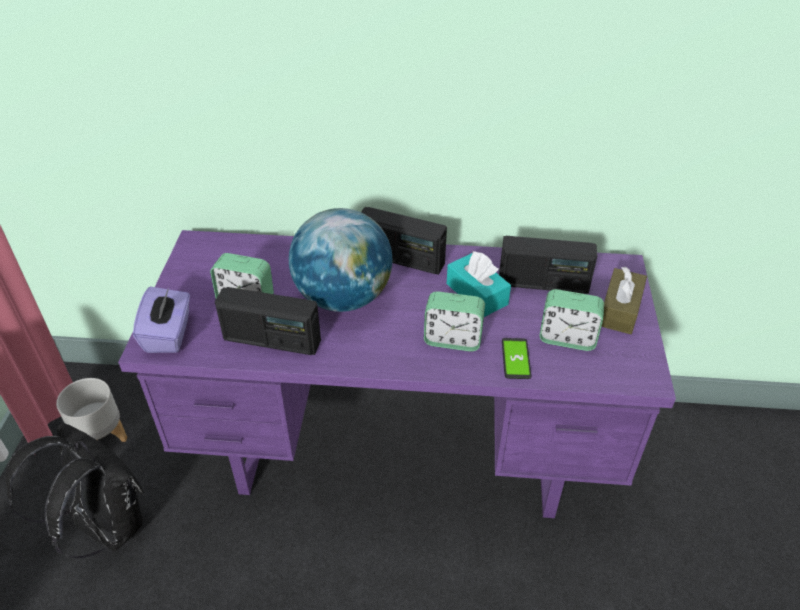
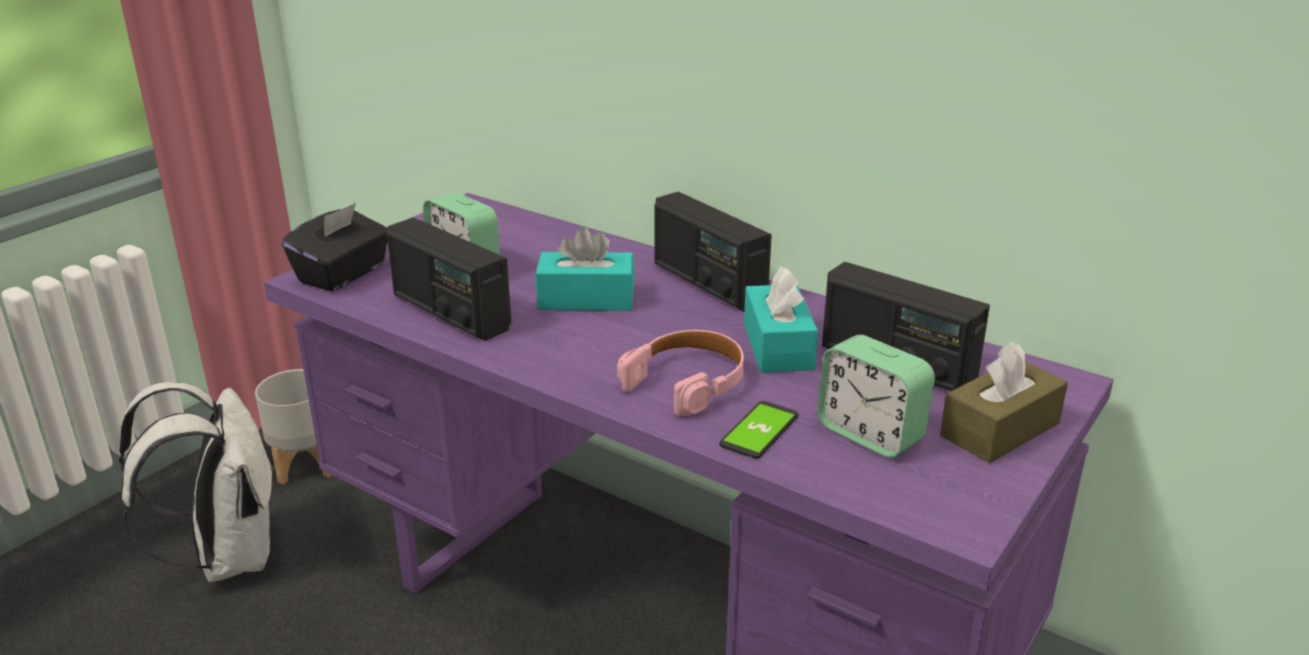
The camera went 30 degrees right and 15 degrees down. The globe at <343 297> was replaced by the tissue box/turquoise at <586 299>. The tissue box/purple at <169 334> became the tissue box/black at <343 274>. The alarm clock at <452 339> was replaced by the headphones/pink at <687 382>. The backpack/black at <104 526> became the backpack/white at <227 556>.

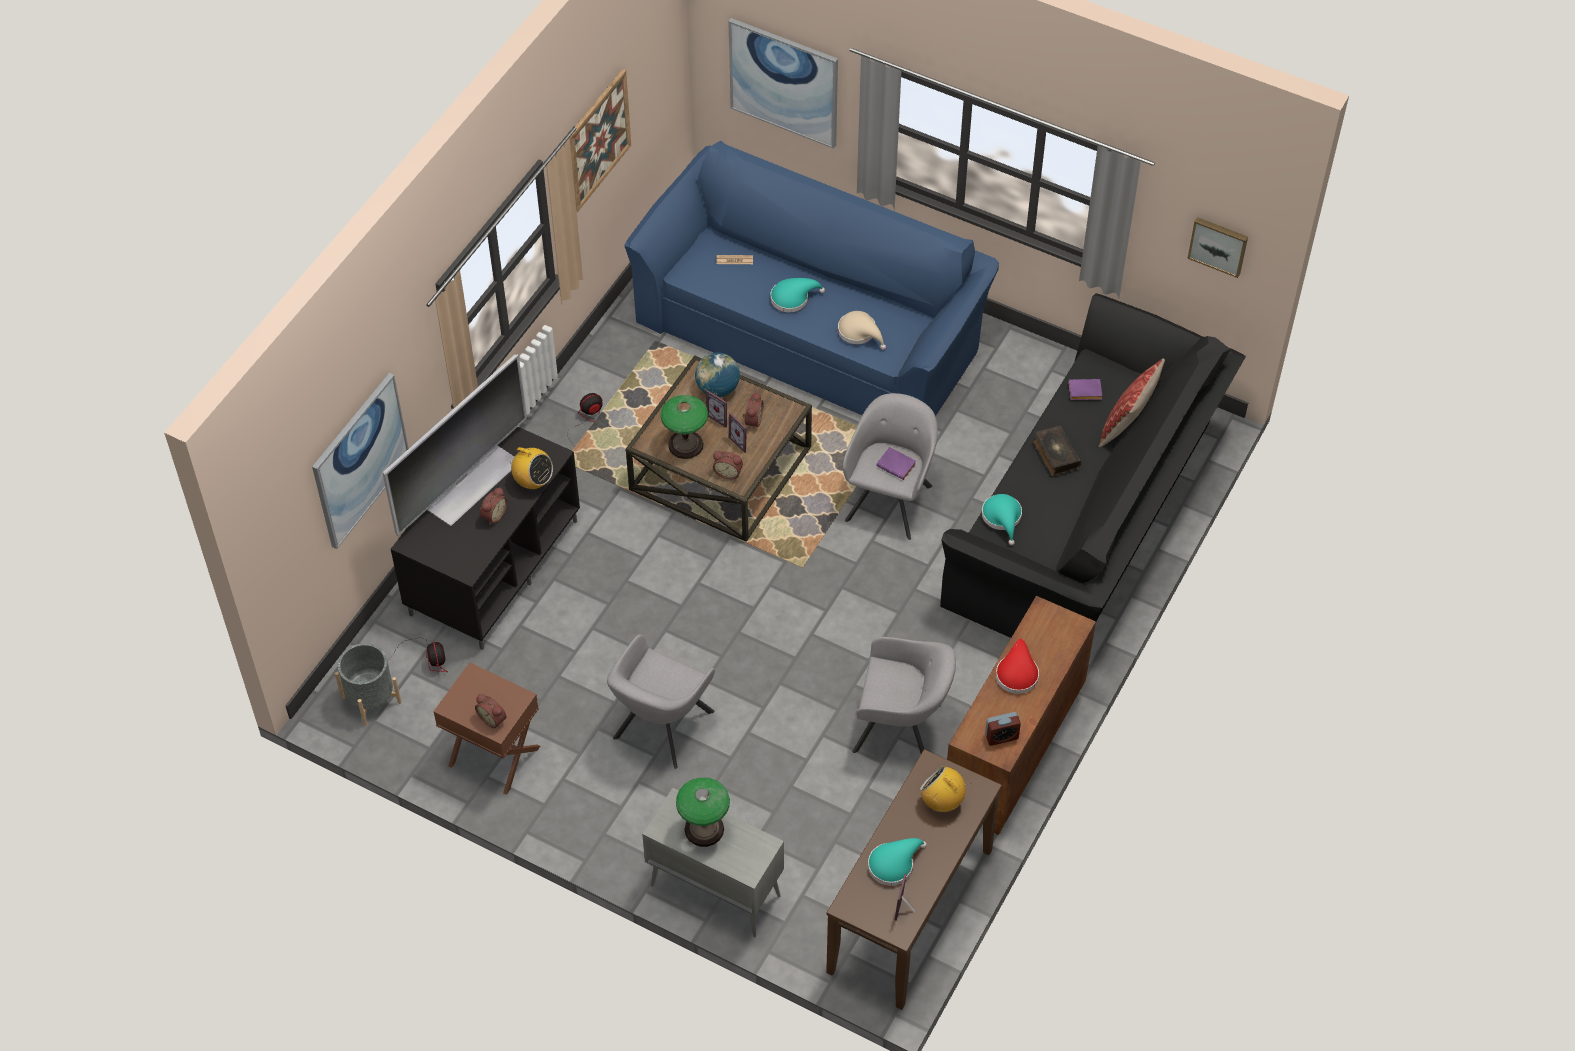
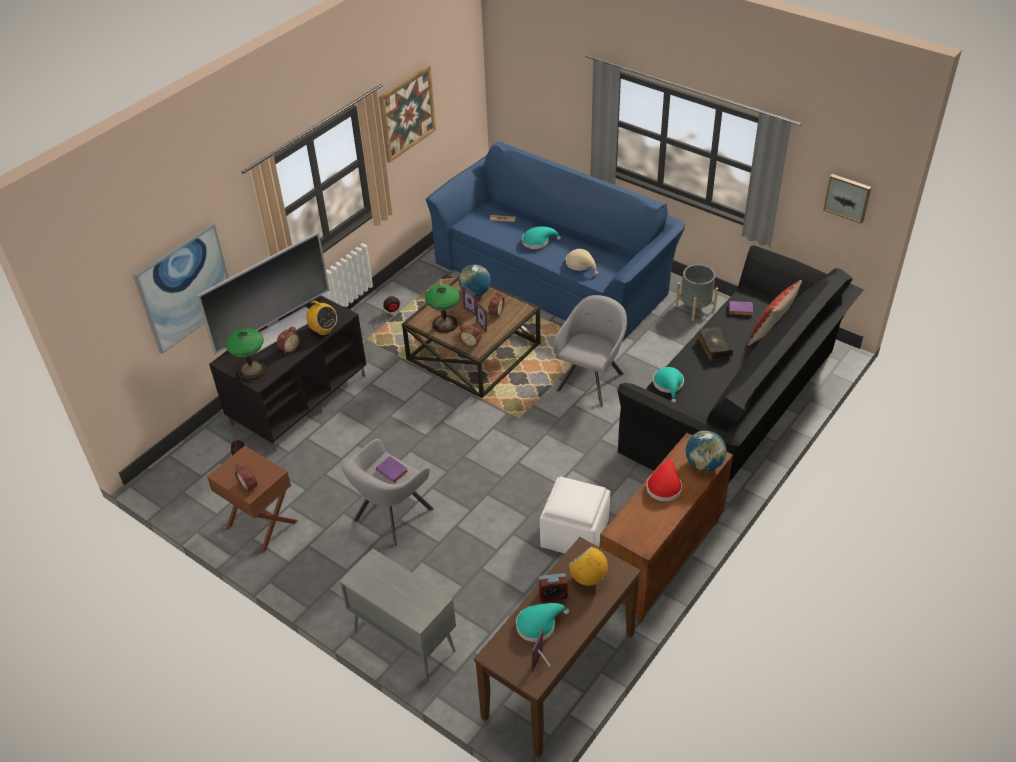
The camera went 10 degrees right and 10 degrees down. The picture at <784 82> disappeared. The book/purple moved from <897 465> to <393 471>. The armchair/grey at <902 729> was replaced by the ottoman/white at <575 535>. The planter/grey moved from <371 699> to <695 308>. The alarm clock moved from <1001 737> to <553 595>. The table lamp moved from <703 829> to <251 370>. The globe at <704 464> appeared.

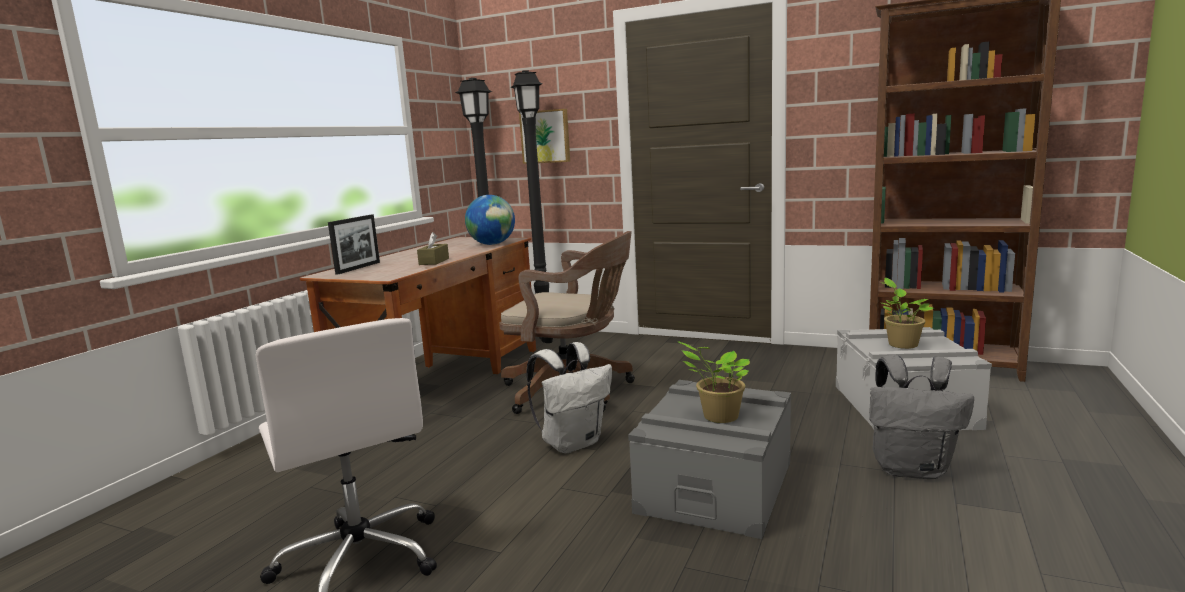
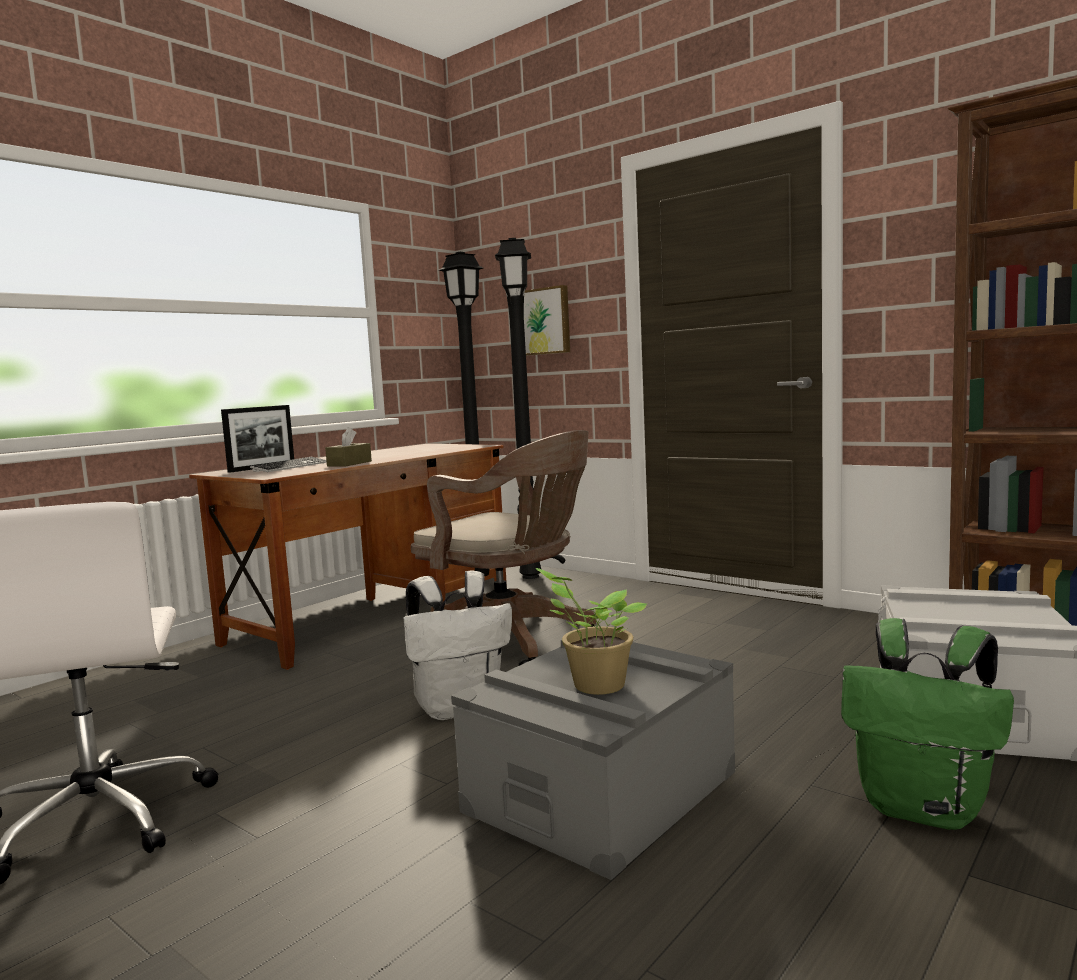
The camera went 15 degrees right and 5 degrees down. The globe at <492 244> disappeared. The potted plant at <901 344> disappeared. The backpack/grey at <912 469> became the backpack/green at <925 809>. The keyboard at <290 467> appeared.

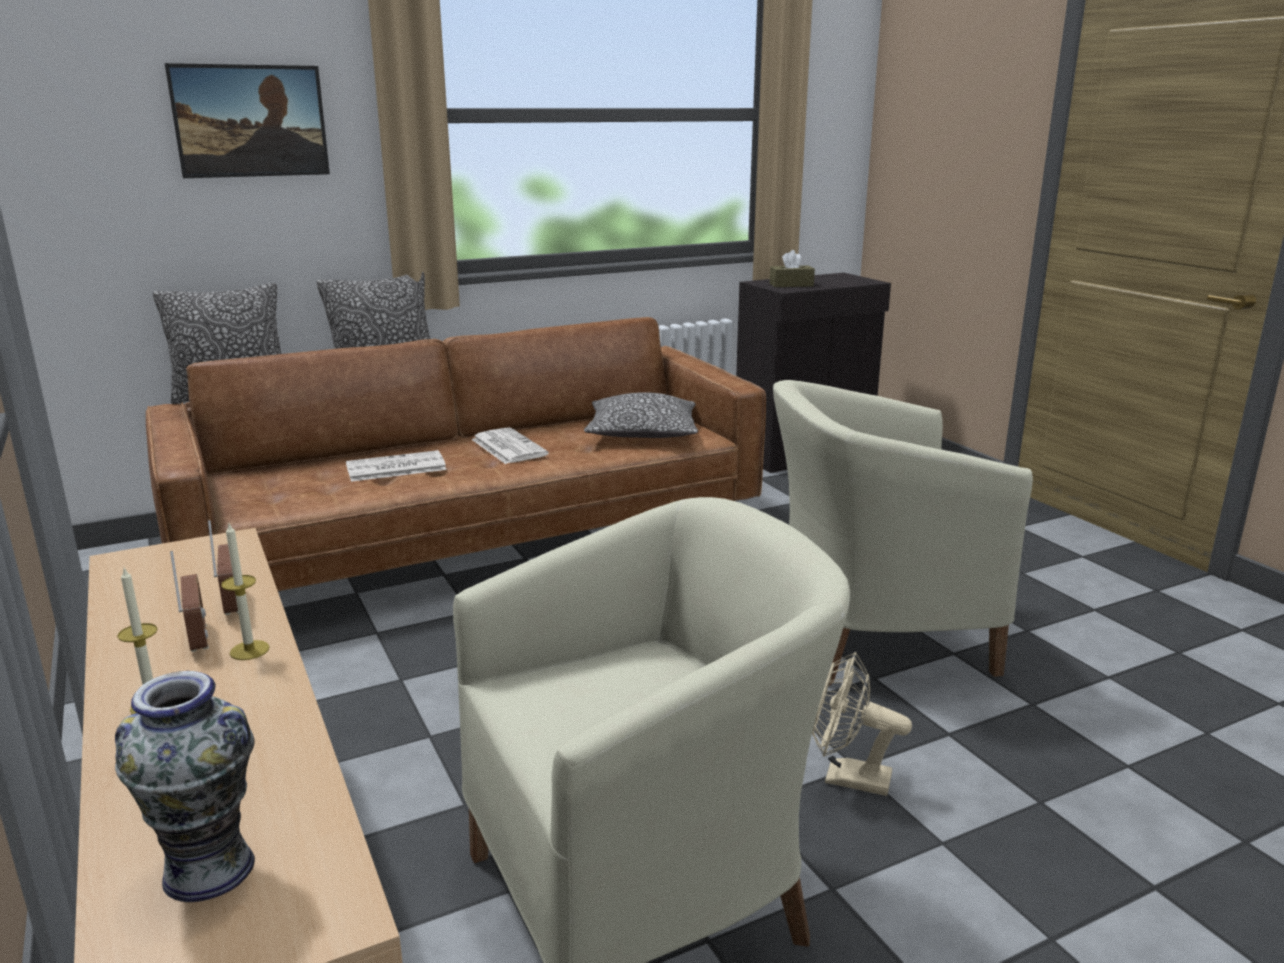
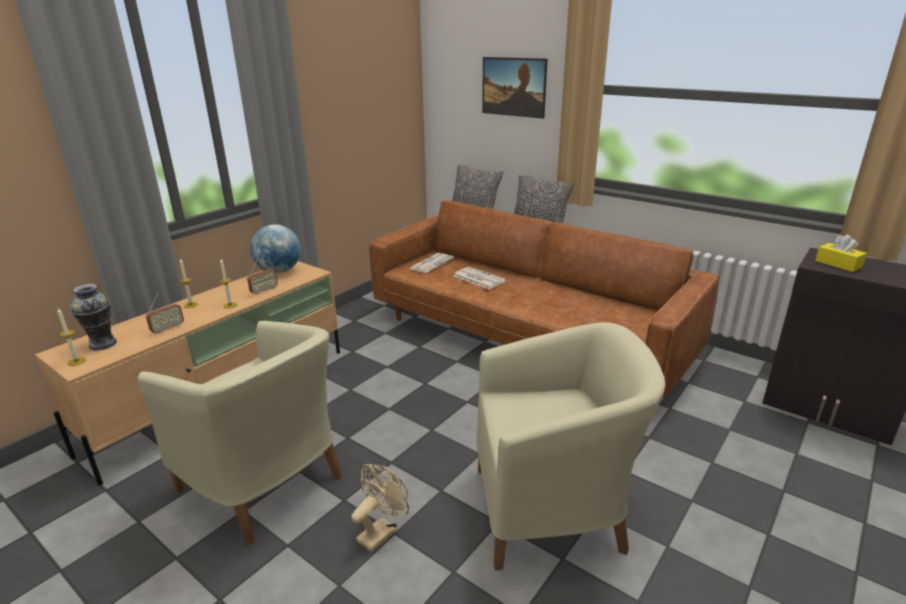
The camera went 65 degrees right and 5 degrees up. The tissue box/brown at <791 285> became the tissue box/yellow at <838 264>. The armchair/beige at <871 635> turned 120 degrees clockwise. The pillow at <642 433> disappeared. The newspaper moved from <507 447> to <431 263>. The radio moved from <197 638> to <168 329>. The fan/beige at <846 778> turned 45 degrees clockwise. The globe at <279 271> appeared. The candle at <76 361> appeared.

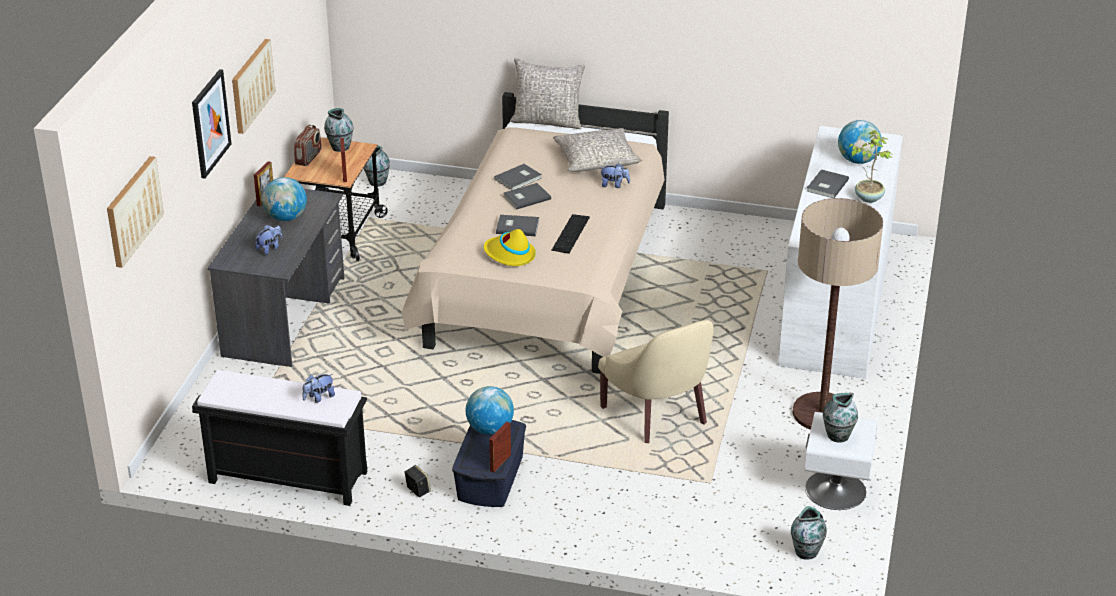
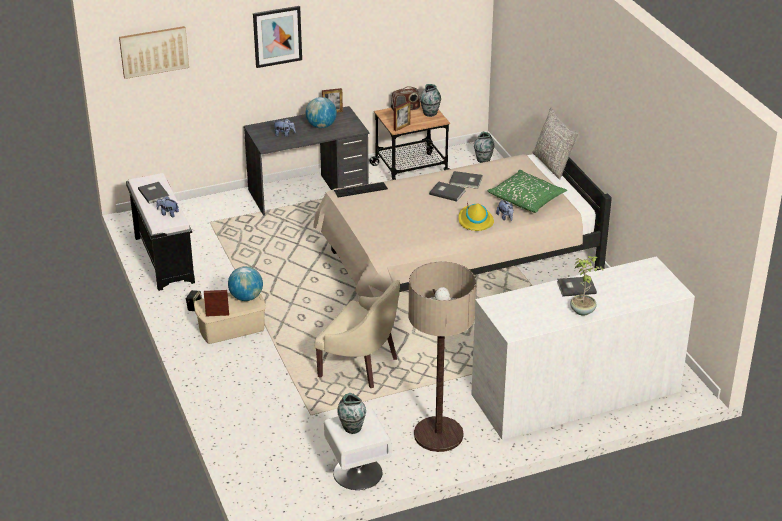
The camera went 55 degrees right and 0 degrees up. The picture at <251 85> disappeared. The globe at <858 160> disappeared. The pillow/grey at <596 160> became the pillow/green at <527 199>. The keyboard moved from <570 233> to <360 189>. The book/grey moved from <517 226> to <154 193>. The hat/yellow moved from <509 255> to <475 221>. The armchair/beige at <659 415> turned 90 degrees counterclockwise. The storage box/blue at <489 478> became the storage box/beige at <231 327>. The vase at <806 552> disappeared.

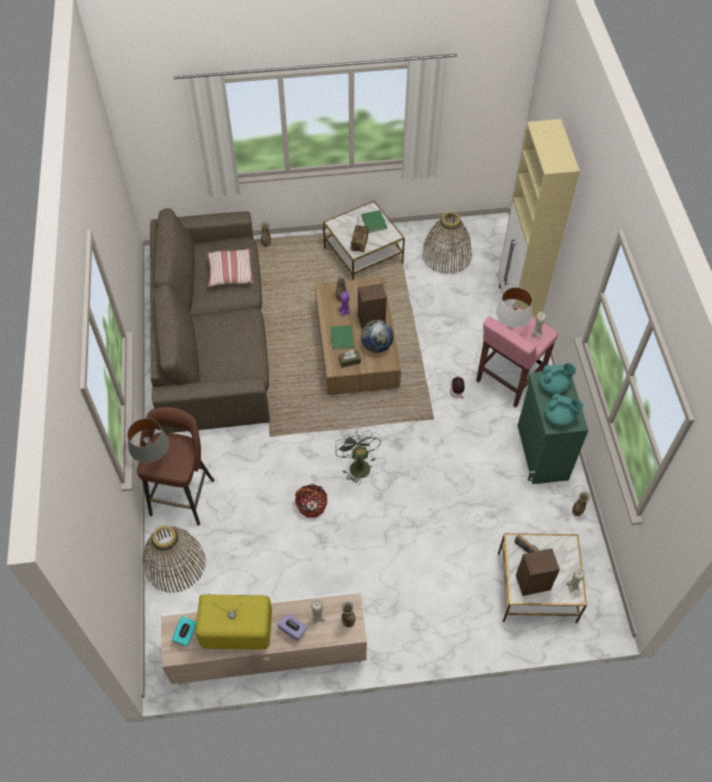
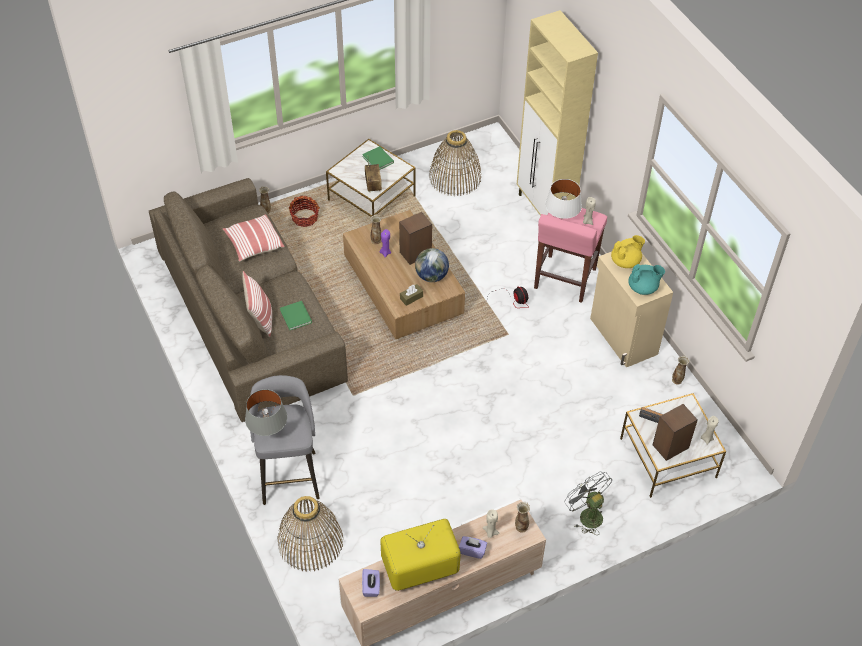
The camera went 20 degrees left and 5 degrees down. The book/green moved from <341 339> to <296 317>. The teapot/turquoise at <553 385> became the teapot/yellow at <626 261>. The cabinet/green at <541 453> became the cabinet/beige at <623 337>. The stool/brown at <183 495> became the stool/grey at <289 475>. The fan/grey moved from <357 465> to <586 514>. The basket moved from <311 505> to <304 218>. The tissue box/turquoise at <186 635> became the tissue box/purple at <371 587>. The pillow at <260 318> appeared.

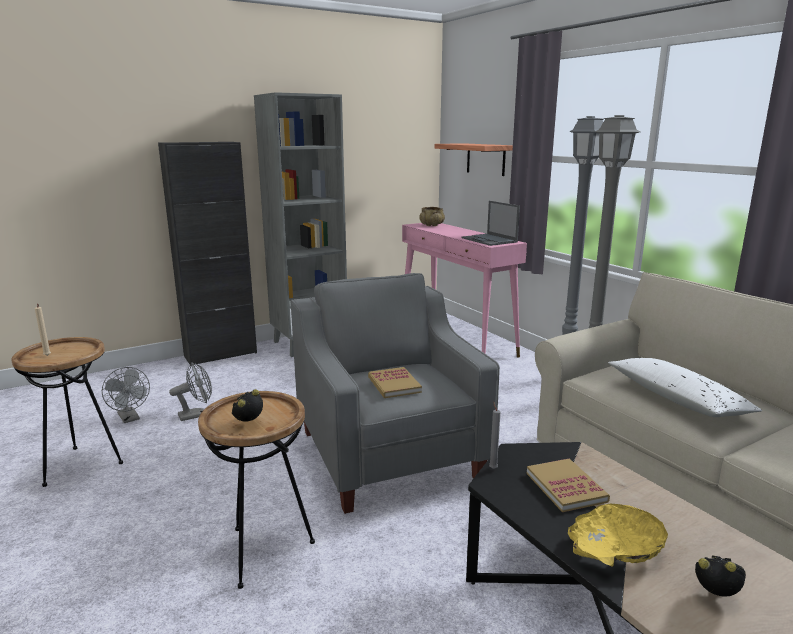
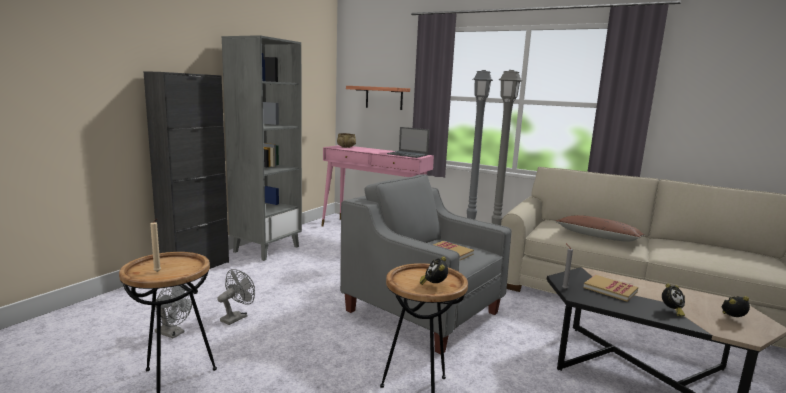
The camera went 30 degrees left and 5 degrees down. The pillow/white at <677 399> became the pillow/brown at <598 237>. The bowl/yellow at <614 548> was replaced by the alarm clock at <671 311>.

